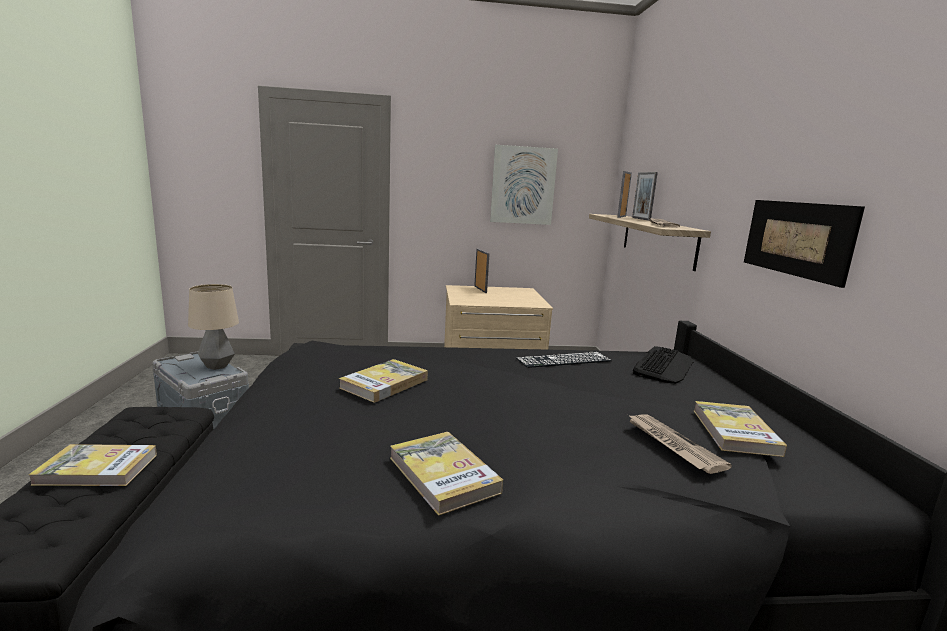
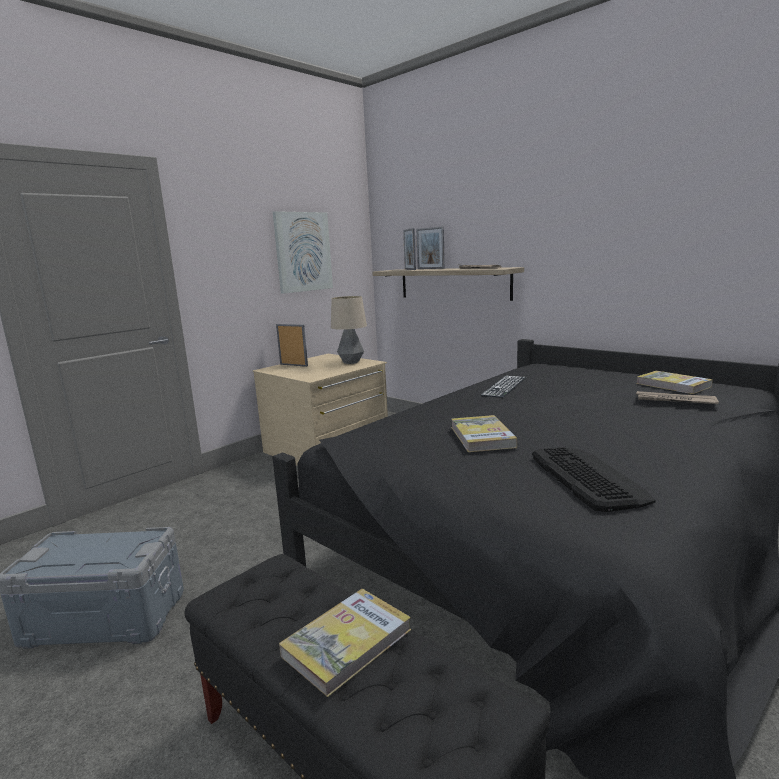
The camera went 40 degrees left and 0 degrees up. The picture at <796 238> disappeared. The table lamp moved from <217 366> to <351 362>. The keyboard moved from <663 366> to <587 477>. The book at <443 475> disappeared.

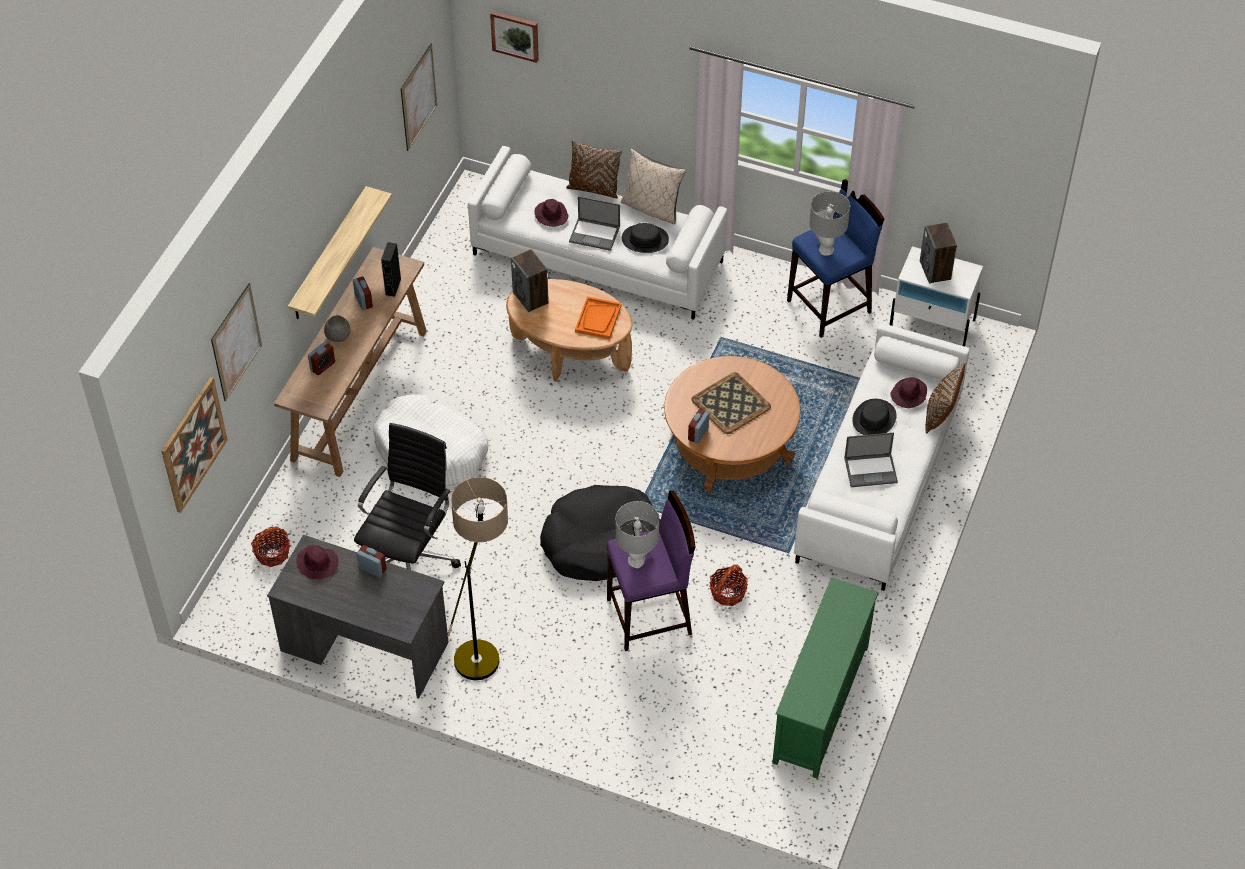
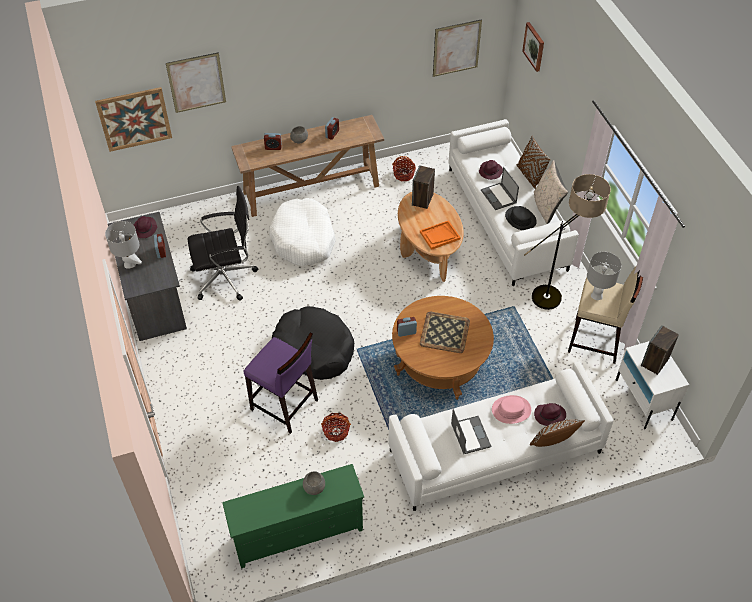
The camera went 50 degrees right and 0 degrees up. The stool/blue at <830 306> became the stool/beige at <595 341>. The shelf at <329 255> disappeared. The speaker/black at <393 287> disappeared. The hat/black at <874 419> became the hat/pink at <511 410>. The laptop at <871 470> turned 150 degrees counterclockwise. The floor lamp moved from <484 646> to <557 295>. The table lamp/grey moved from <637 560> to <130 264>. The basket moved from <272 553> to <404 174>. The bowl/grey at <314 486> appeared.

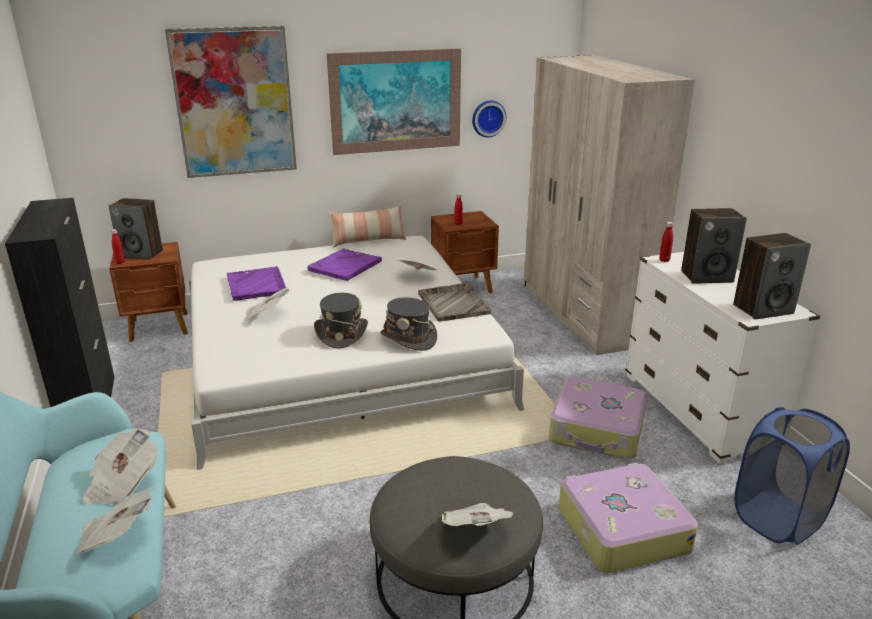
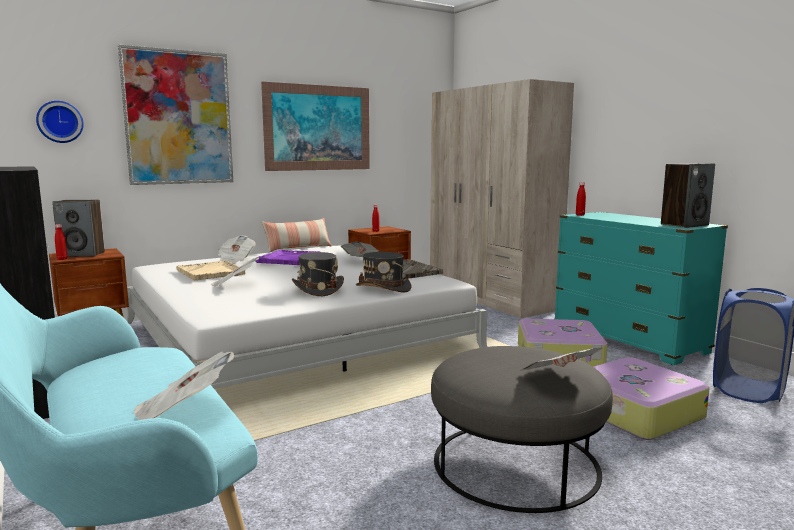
The camera went 15 degrees left and 15 degrees down. The wall clock moved from <488 118> to <60 122>. The speaker at <707 276> disappeared. The dresser/white at <698 411> became the dresser/turquoise at <628 340>. The tray/purple at <256 285> became the tray/beige at <210 272>. The newspaper moved from <122 484> to <235 260>.

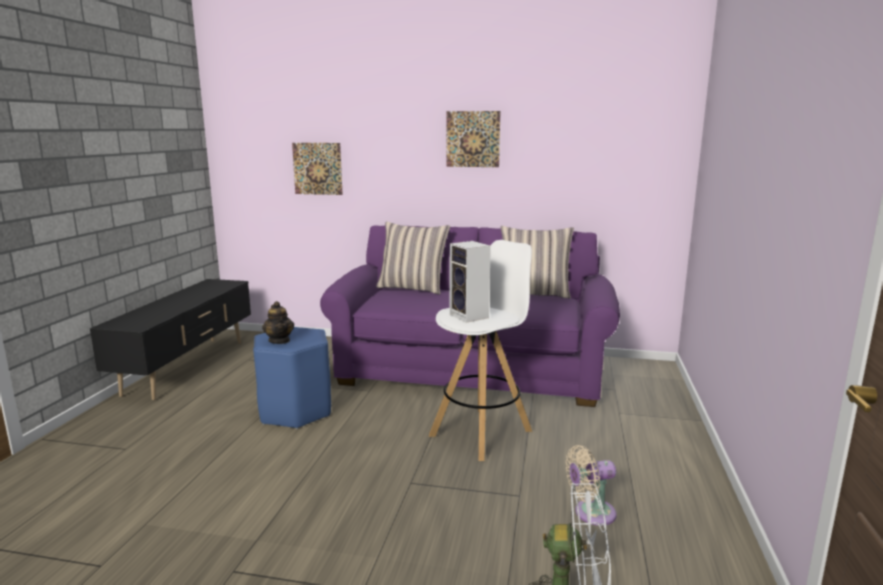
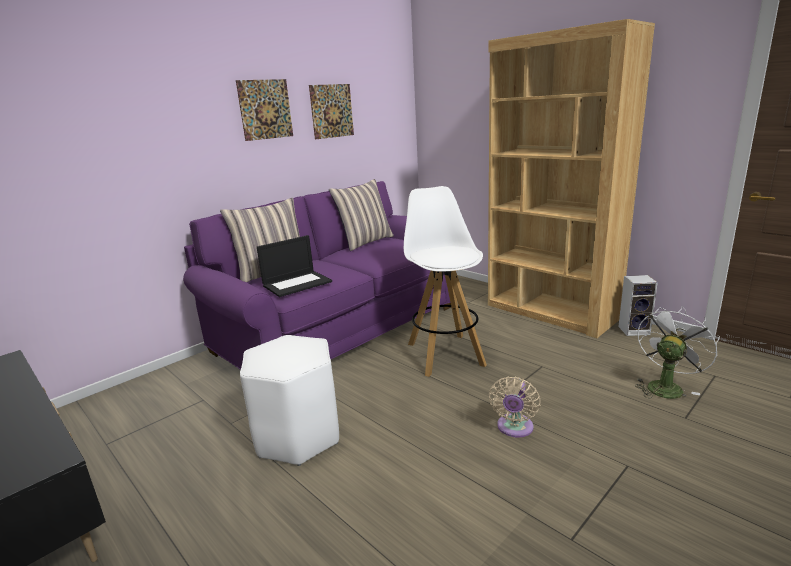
The camera went 55 degrees left and 5 degrees up. The picture moved from <317 168> to <332 111>. The speaker moved from <470 316> to <634 330>. The teapot at <279 341> disappeared. The stool/blue at <296 411> became the stool/white at <298 436>. The fan/beige moved from <590 513> to <514 428>. The bookcase/brown at <551 312> appeared. The laptop at <297 283> appeared.

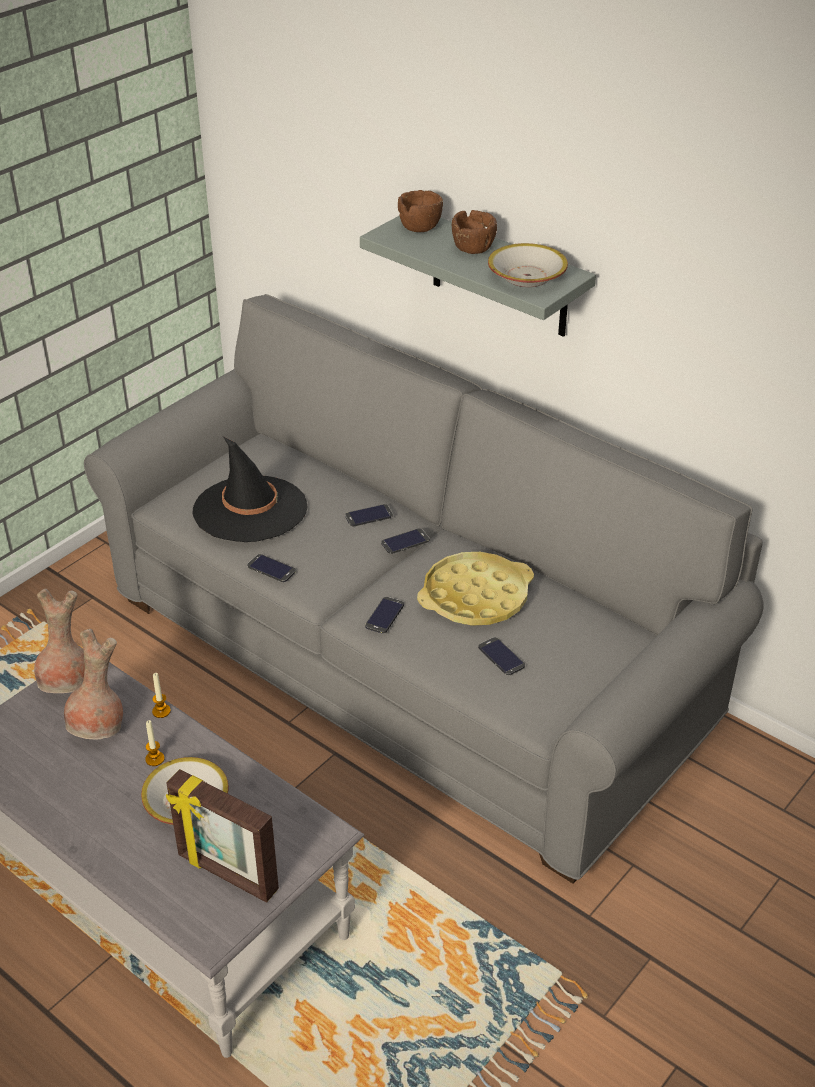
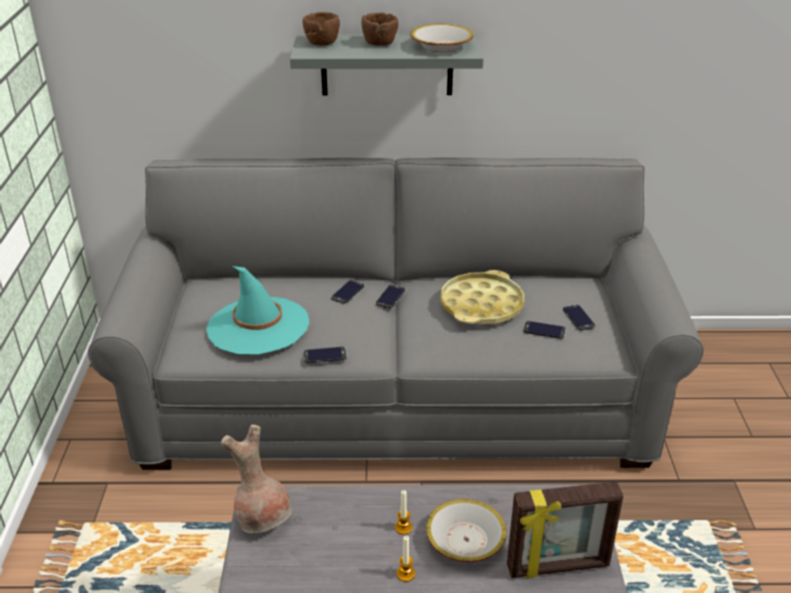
The camera went 40 degrees left and 5 degrees down. The hat/black at <250 509> became the hat/turquoise at <258 326>. The phone moved from <384 615> to <578 317>. The vase/brown at <99 728> disappeared. The candle moved from <161 711> to <405 574>.

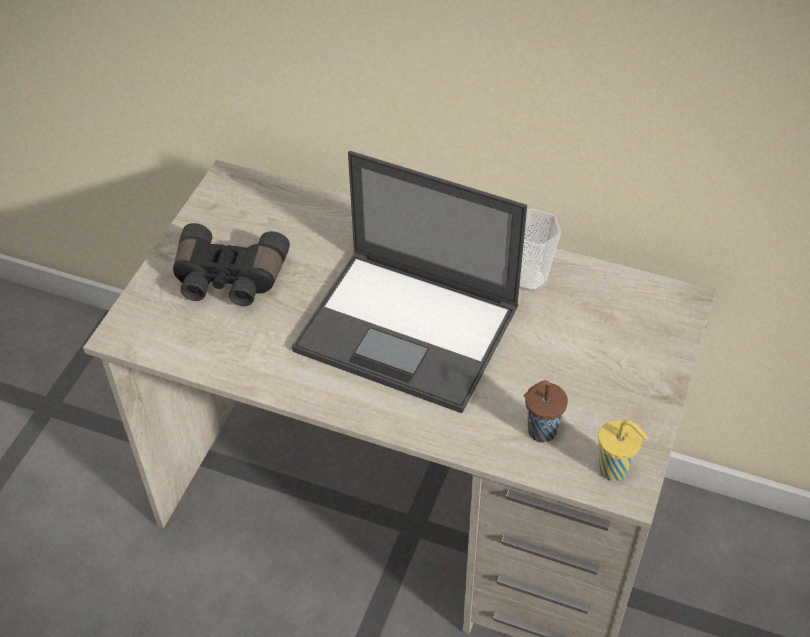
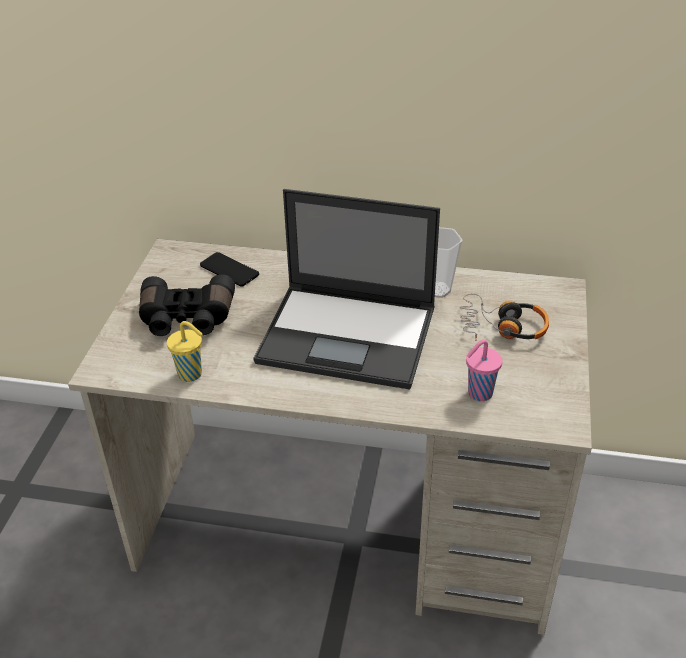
The camera went 10 degrees left and 10 degrees down. The cup/brown at <540 431> became the cup/pink at <478 394>. The cup/yellow moved from <615 470> to <191 374>. The phone at <229 270> appeared. The headphones at <502 327> appeared.

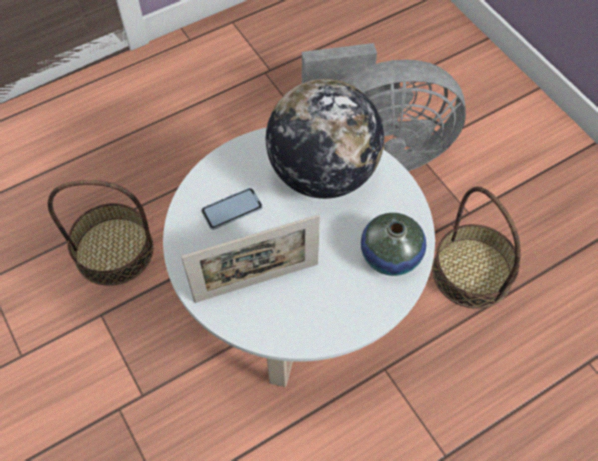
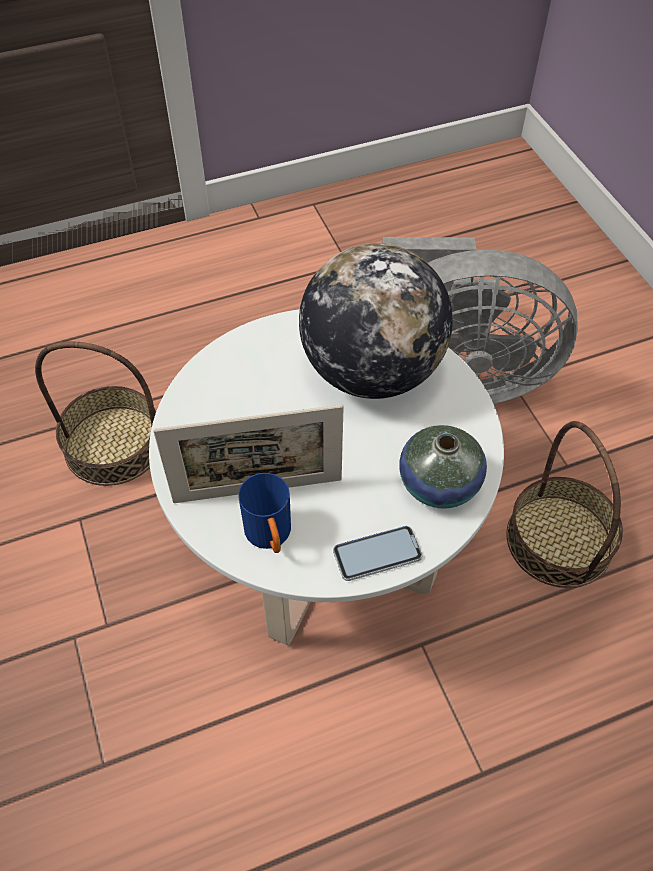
The camera went 10 degrees right and 5 degrees down. The phone moved from <232 209> to <377 554>. The mug/blue at <270 537> appeared.

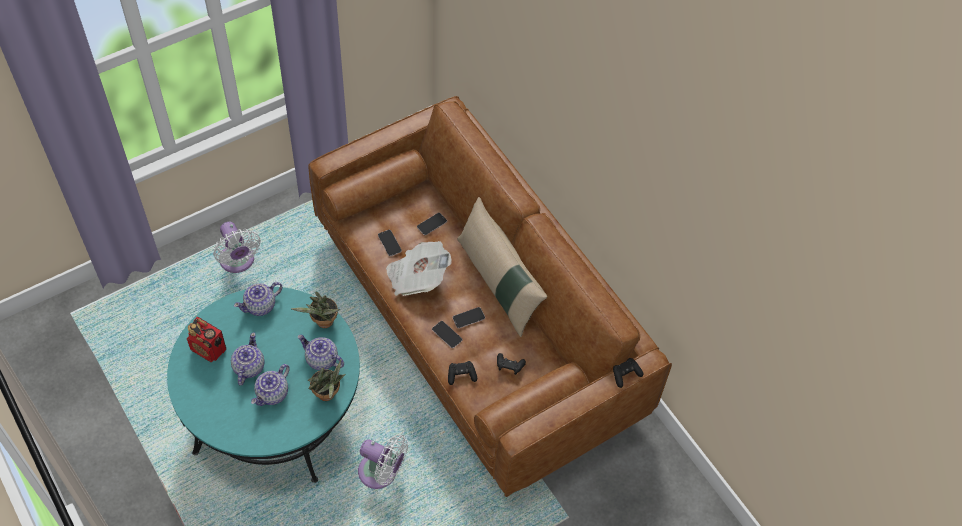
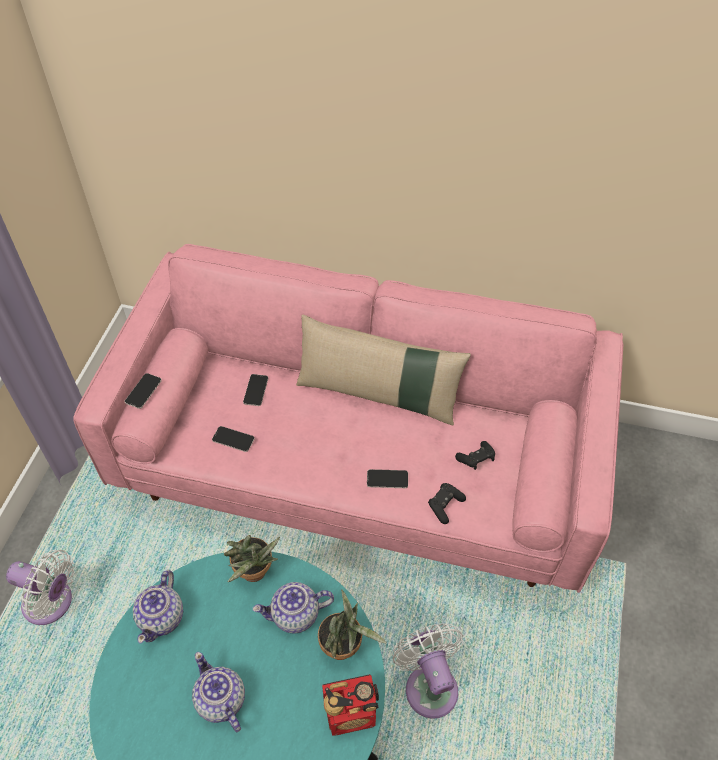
The camera went 40 degrees left and 5 degrees down. The sofa/brown at <476 323> became the sofa/pink at <358 464>. The newspaper at <417 277> disappeared. The phone moved from <468 318> to <143 391>. The radio moved from <209 349> to <351 714>. The game controller/black at <625 374> disappeared. The teapot at <272 394> disappeared. The fan/white at <381 473> turned 90 degrees counterclockwise.

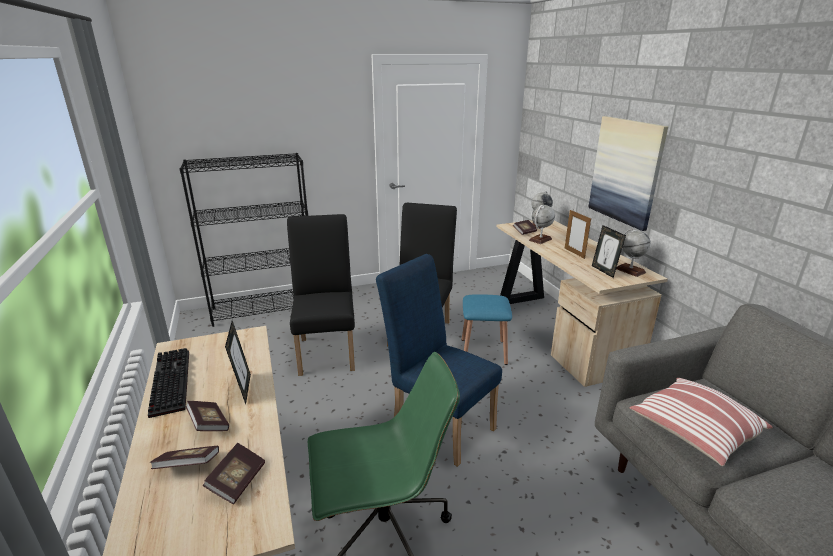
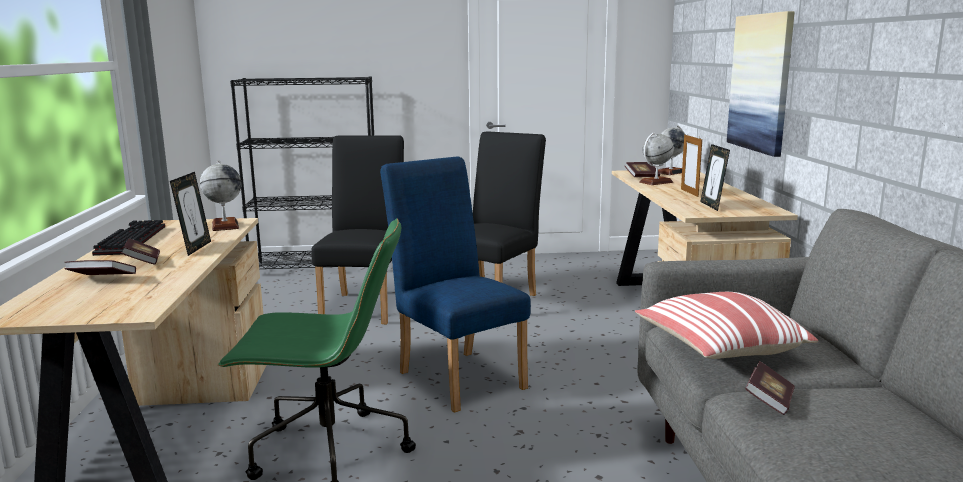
The camera went 15 degrees right and 10 degrees down. The globe moved from <630 270> to <225 225>. The stool/blue at <483 351> disappeared. The book moved from <237 481> to <769 401>.

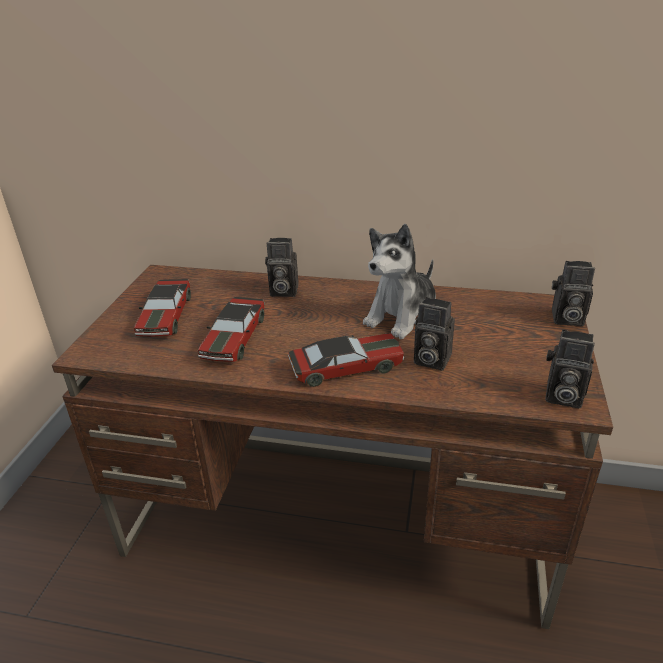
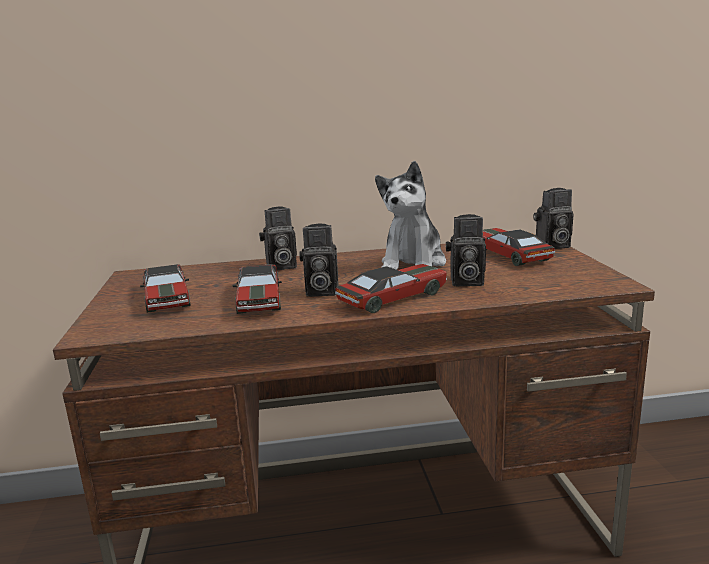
The camera went 20 degrees left and 15 degrees down. The photo camera moved from <561 396> to <320 292>. The toy car at <510 255> appeared.

